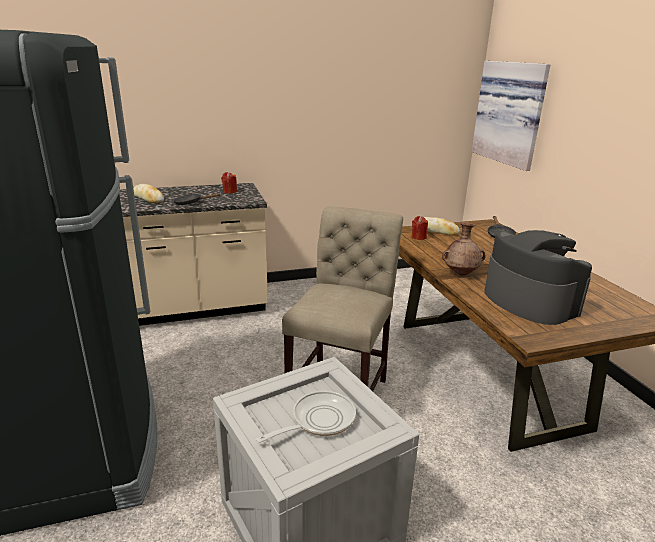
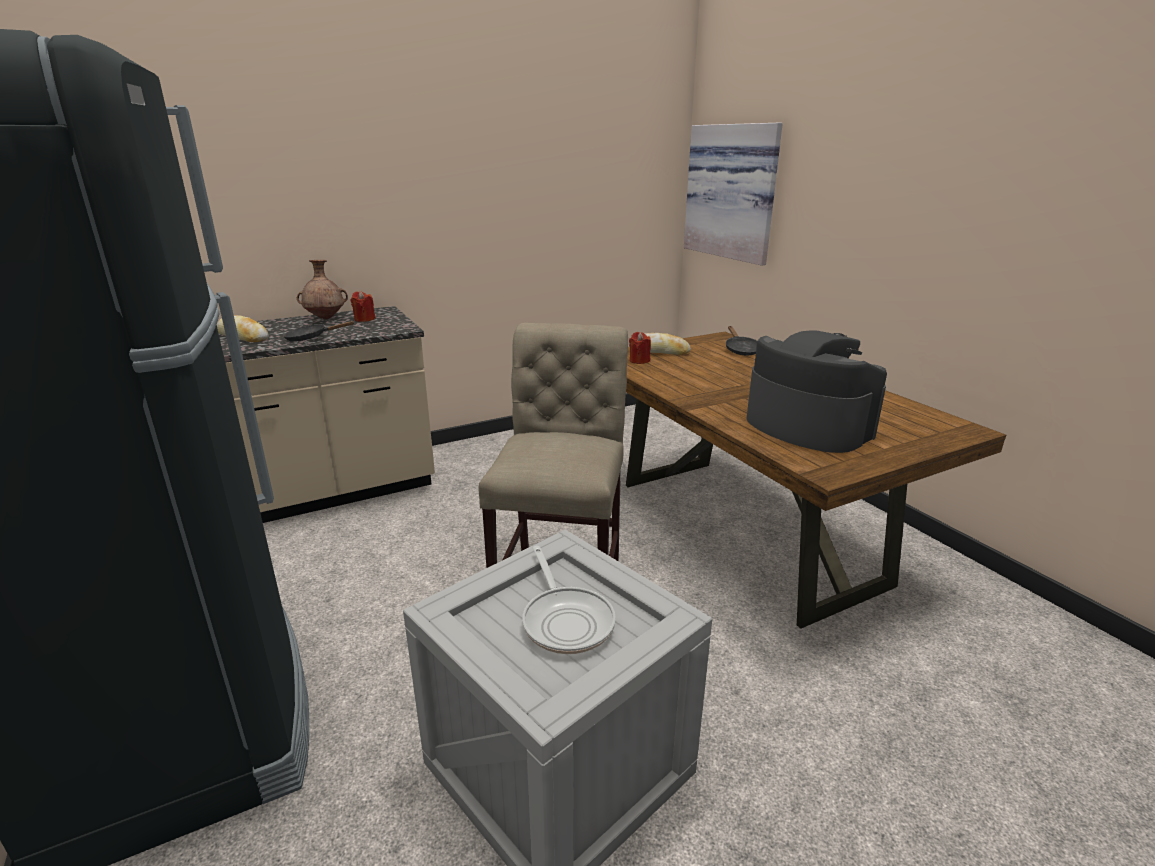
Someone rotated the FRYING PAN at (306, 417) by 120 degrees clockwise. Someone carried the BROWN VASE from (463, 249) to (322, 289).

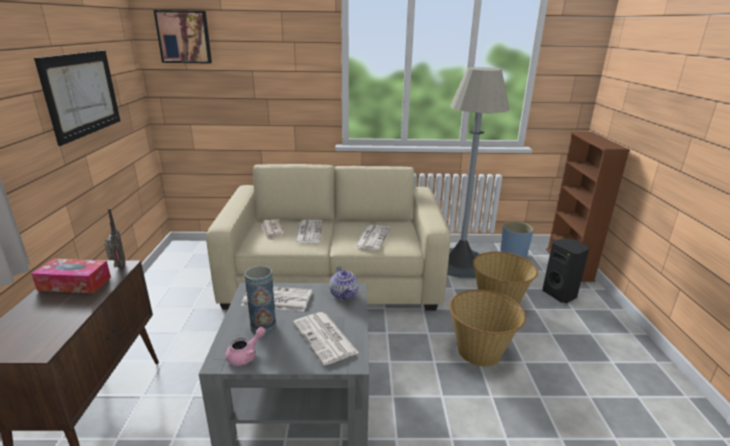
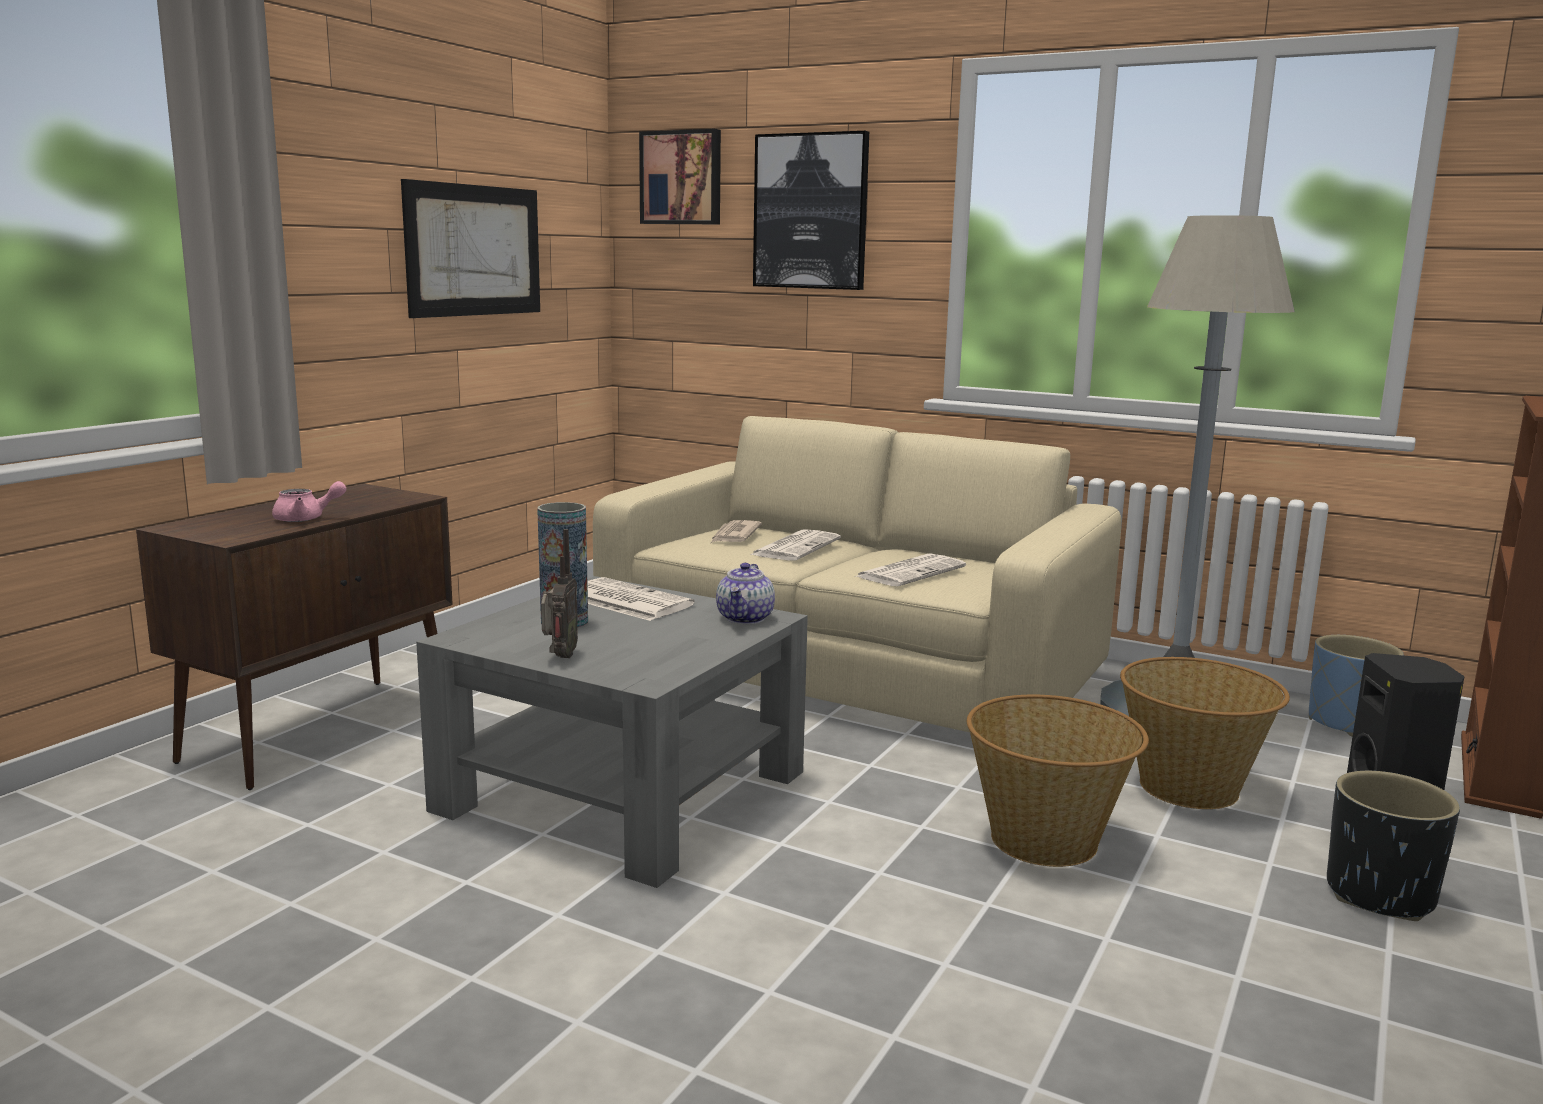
Someone took away the TISSUE BOX at (71, 276). Someone carried the RADIO from (114, 238) to (559, 593). Someone carried the PINK TEAPOT from (246, 346) to (309, 501). Someone took away the NEWSPAPER at (326, 338). Someone put up the PICTURE at (811, 210). Someone put down the BLACK PLANTER at (1393, 846).

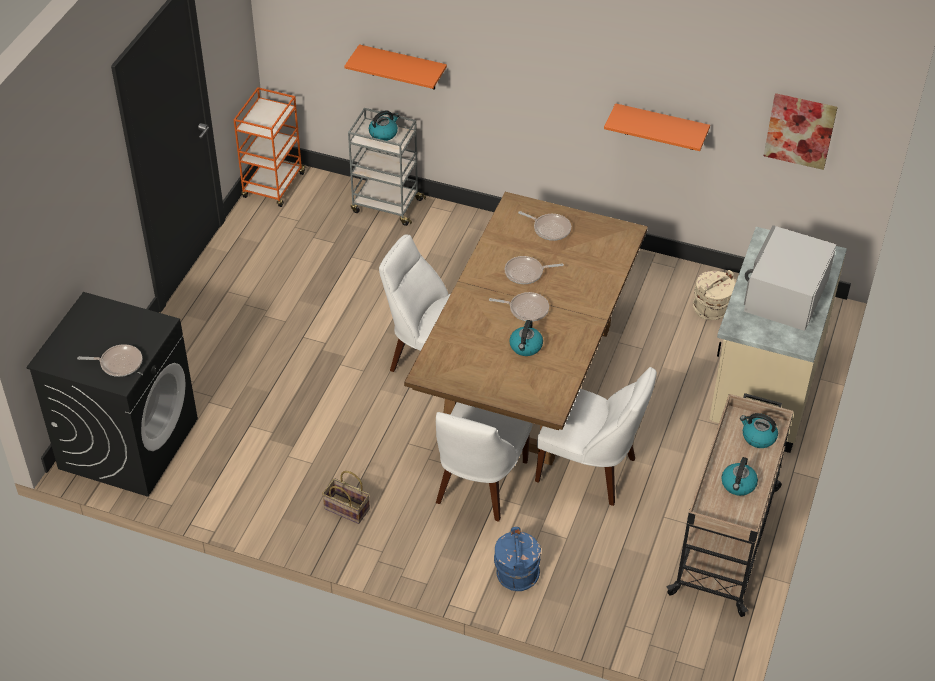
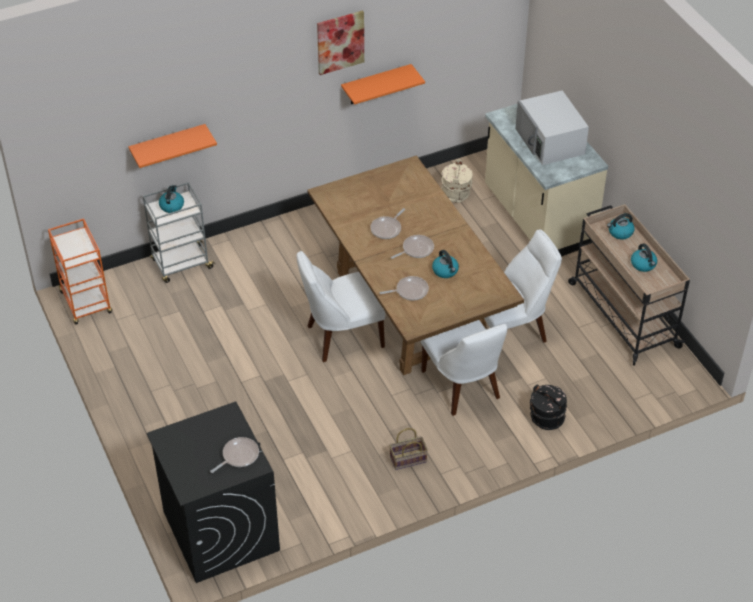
Someone repainted the BLUE BUCKET at (517, 559), which became the BLACK BUCKET at (548, 407). Someone carried the FRYING PAN from (544, 226) to (404, 288). Someone carried the PICTURE from (801, 131) to (340, 43).

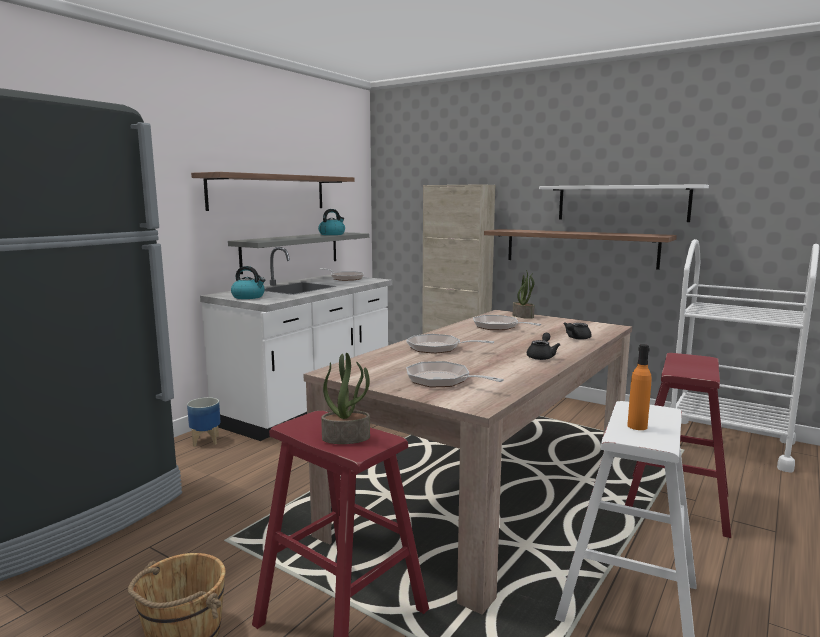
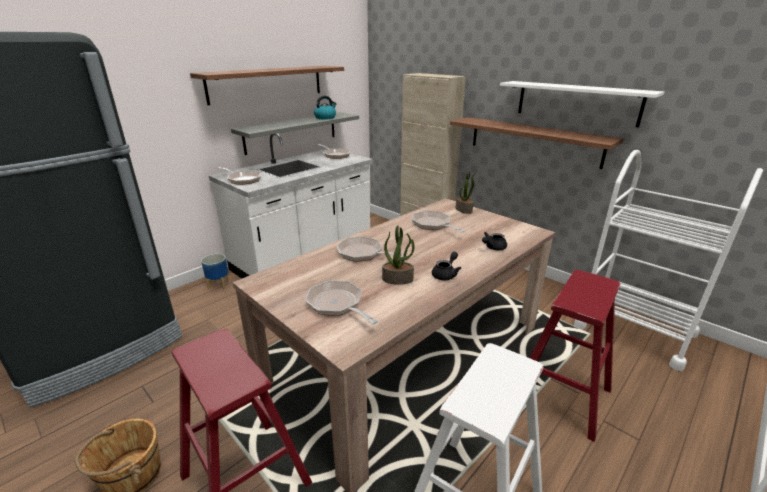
Someone swapped the KETTLE at (248, 282) for the FRYING PAN at (239, 176). Someone carried the POTTED PLANT from (345, 398) to (398, 255). Someone took away the ORANGE BOTTLE at (639, 387).

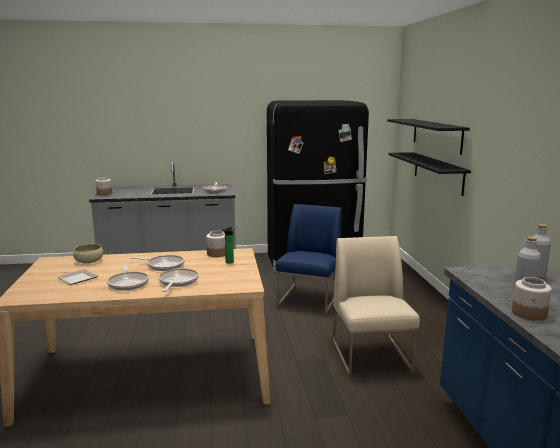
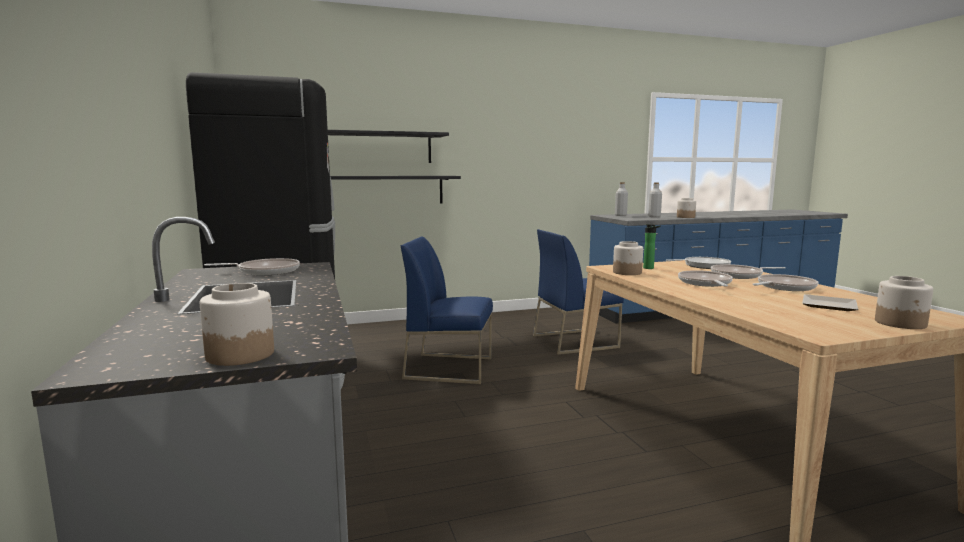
Someone took away the BEIGE BOWL at (88, 254). Someone repainted the BEIGE CHAIR at (376, 306), which became the BLUE CHAIR at (578, 292). Someone put down the FRYING PAN at (698, 263). Someone put down the JAR at (904, 302).

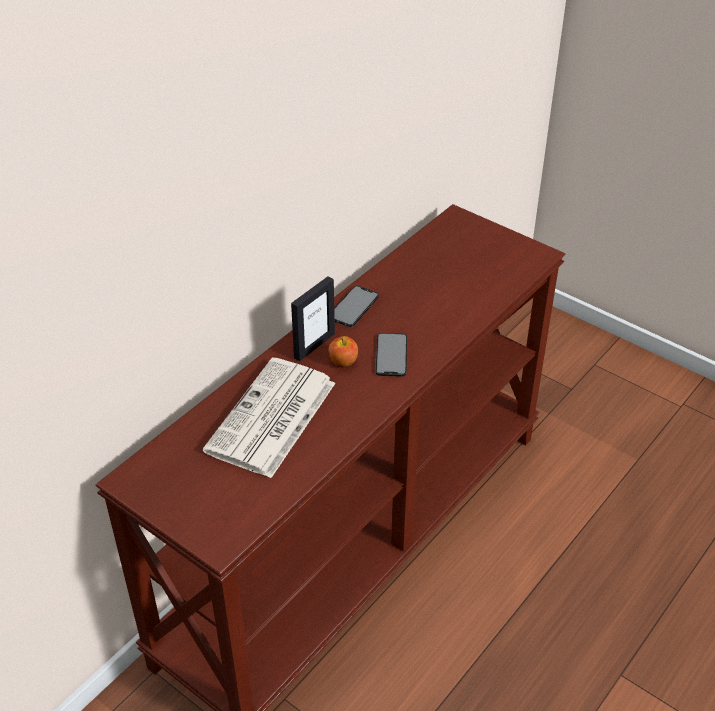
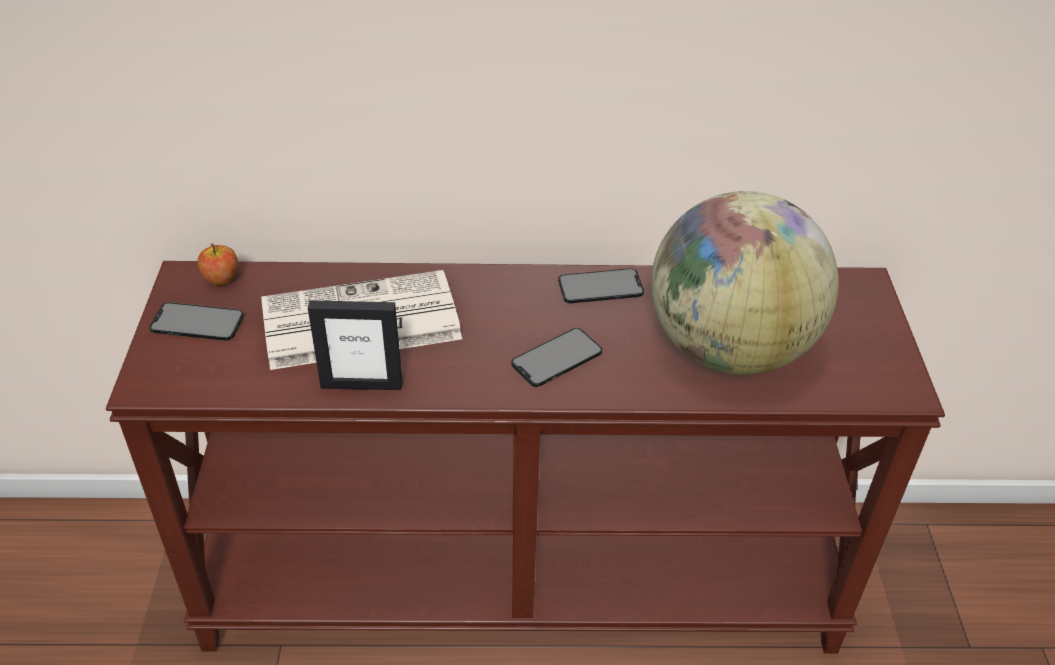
Someone carried the PICTURE FRAME from (313, 318) to (355, 345). Someone carried the APPLE from (343, 351) to (217, 264). Someone put down the PHONE at (197, 321). Someone put down the GLOBE at (745, 283).

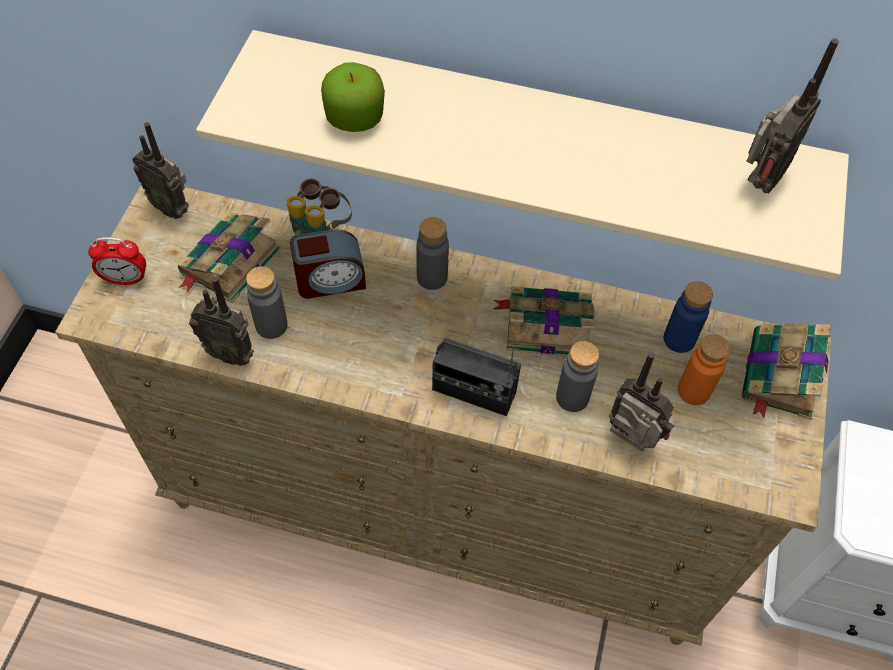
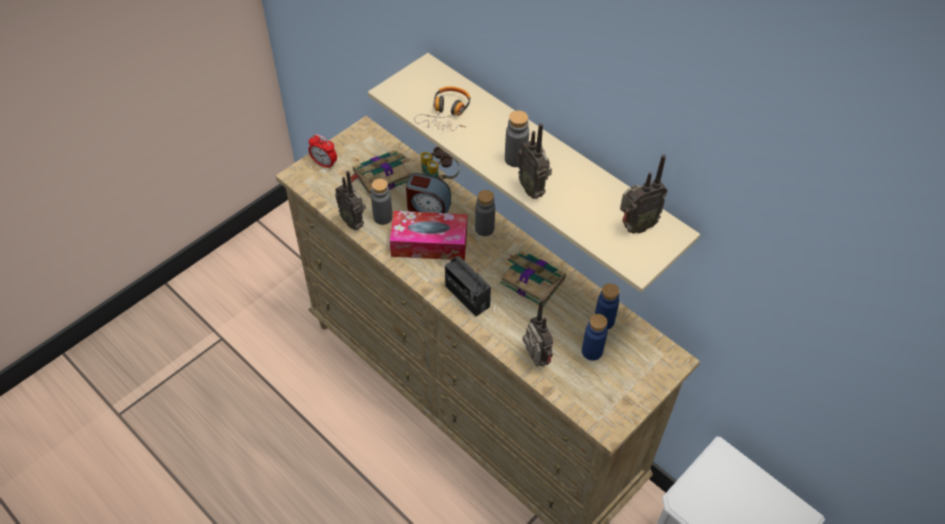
Someone carried the RADIO from (160, 170) to (535, 161). Someone swapped the APPLE at (353, 97) for the HEADPHONES at (442, 108). Someone carried the GREY BOTTLE from (577, 376) to (517, 139). Someone repainted the ORANGE BOTTLE at (704, 369), which became the BLUE BOTTLE at (595, 337). Someone took away the BOOK at (786, 372). Someone put down the TISSUE BOX at (428, 235).

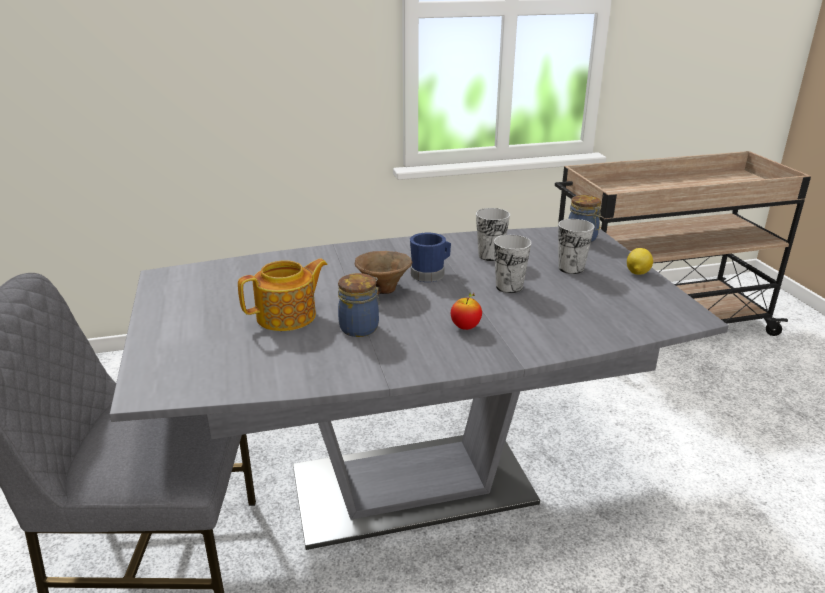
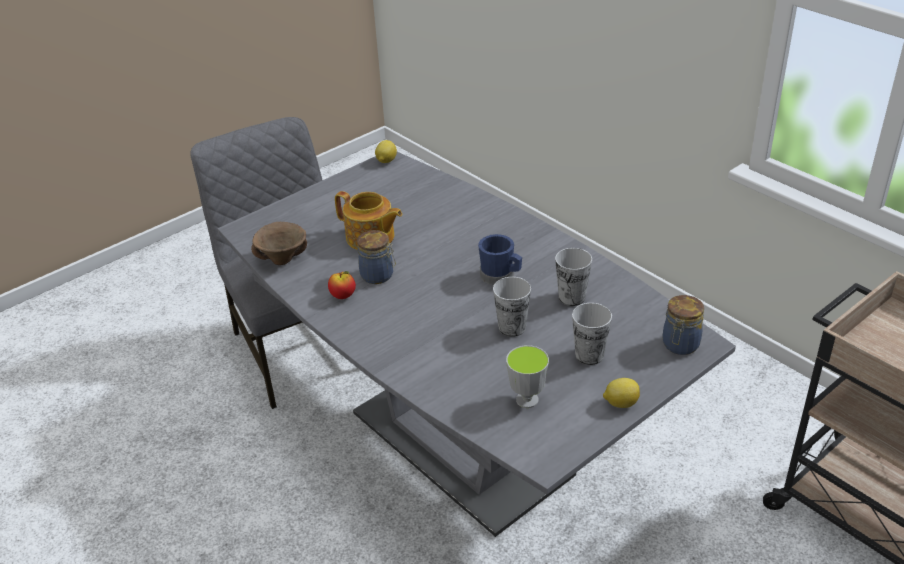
Someone carried the BROWN BOWL from (383, 273) to (279, 243). Someone carried the APPLE from (466, 311) to (342, 285). Someone put down the LEMON at (386, 151). Someone put down the CUP at (527, 376).

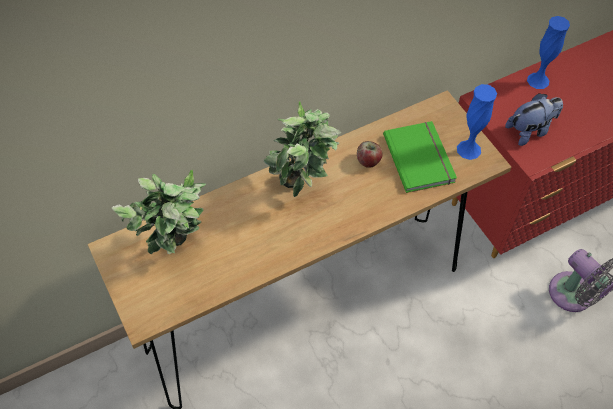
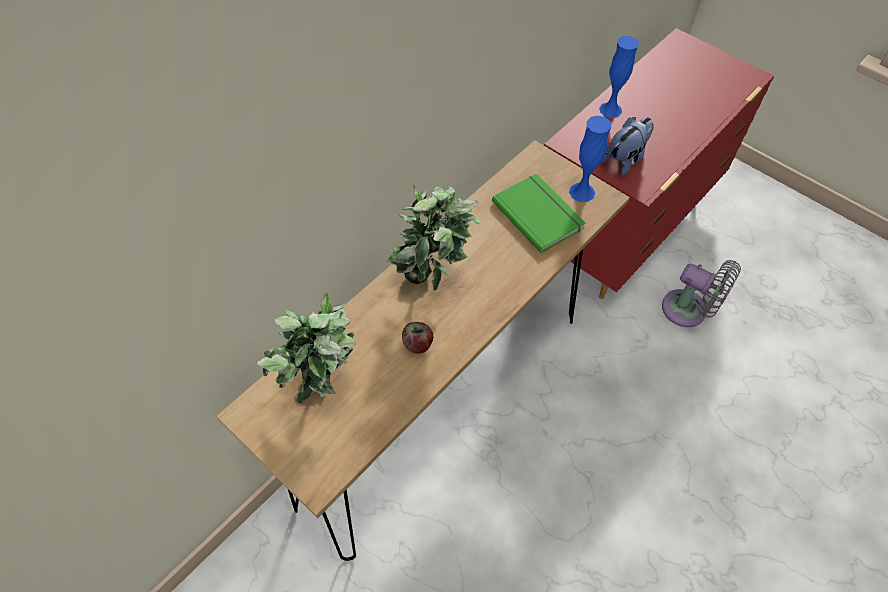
Someone carried the APPLE from (369, 154) to (417, 338).

